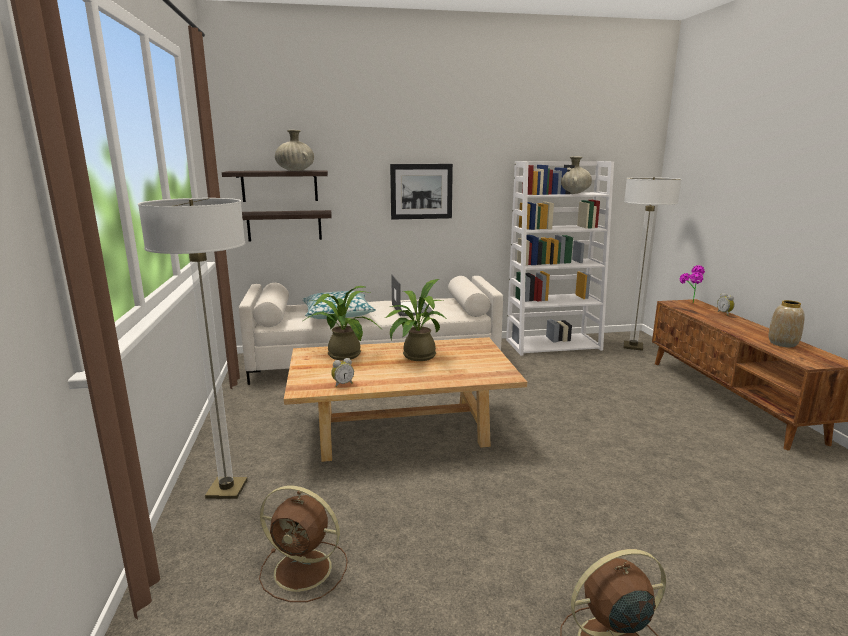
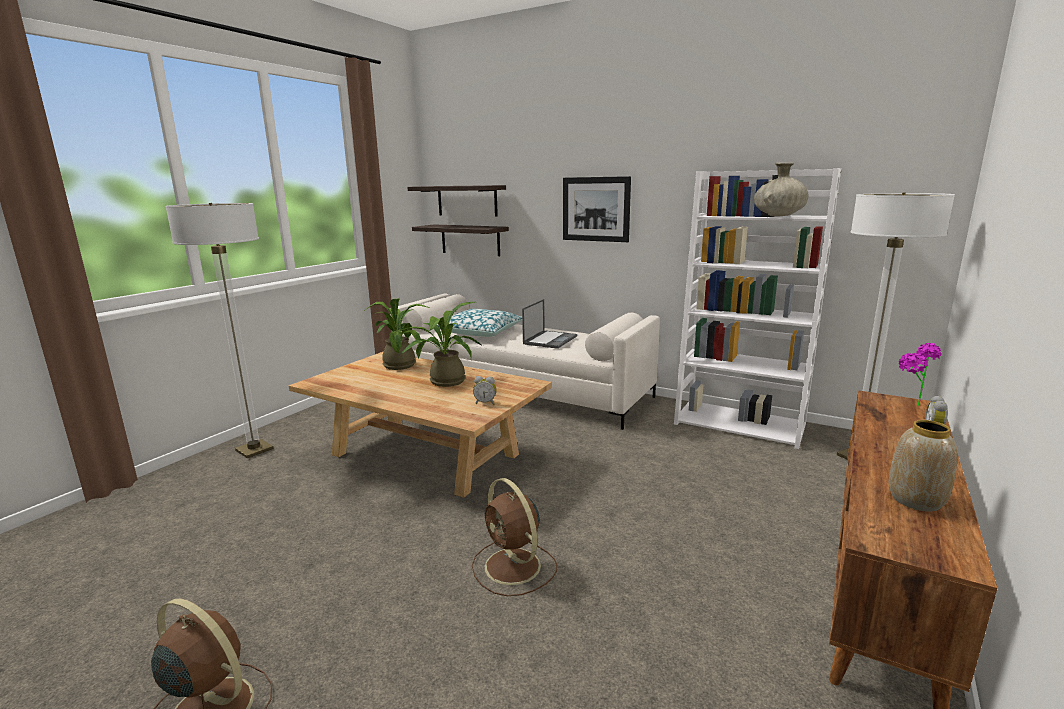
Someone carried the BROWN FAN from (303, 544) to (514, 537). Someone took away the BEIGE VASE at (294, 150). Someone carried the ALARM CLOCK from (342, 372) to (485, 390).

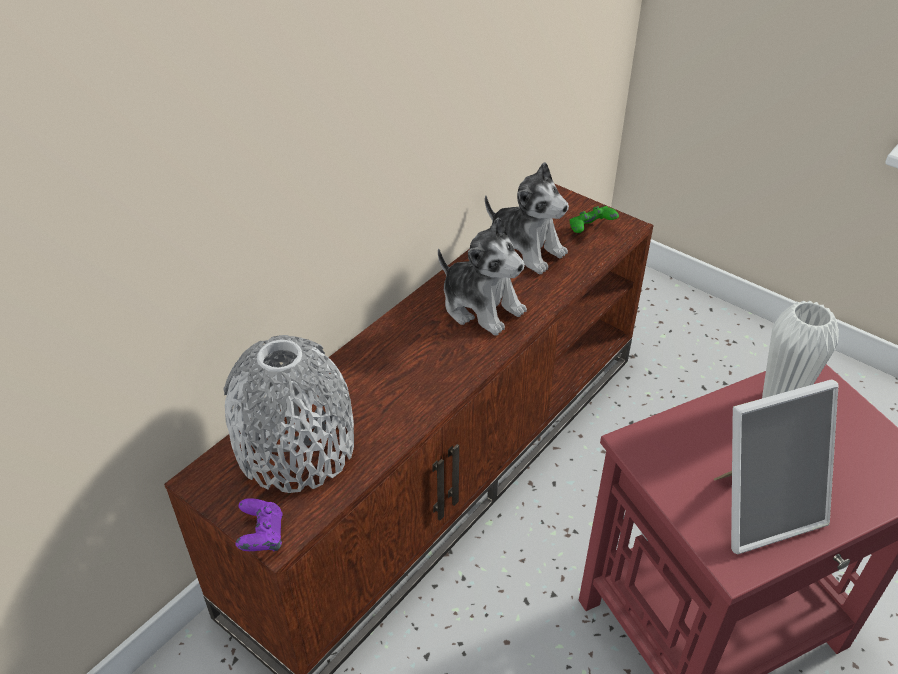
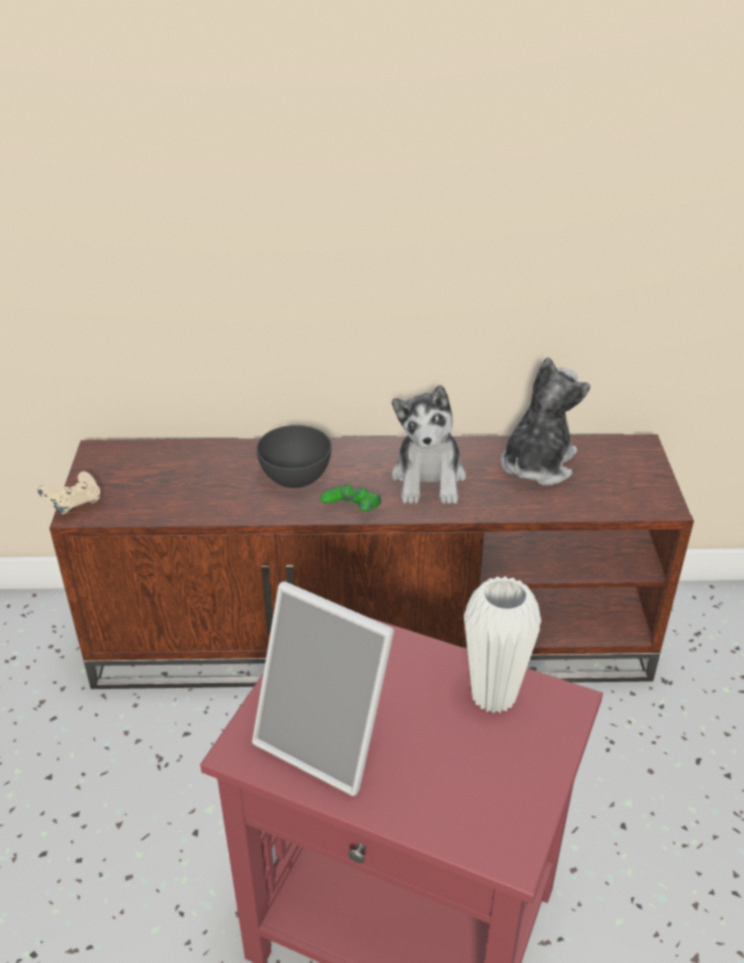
Someone took away the GREY VASE at (289, 414). Someone repainted the PURPLE GAME CONTROLLER at (259, 525), which became the BEIGE GAME CONTROLLER at (69, 493). Someone rotated the PLUSH TOY at (527, 218) by 150 degrees counterclockwise. Someone carried the GREEN GAME CONTROLLER from (594, 219) to (350, 497). Someone put down the GREY BOWL at (293, 456).

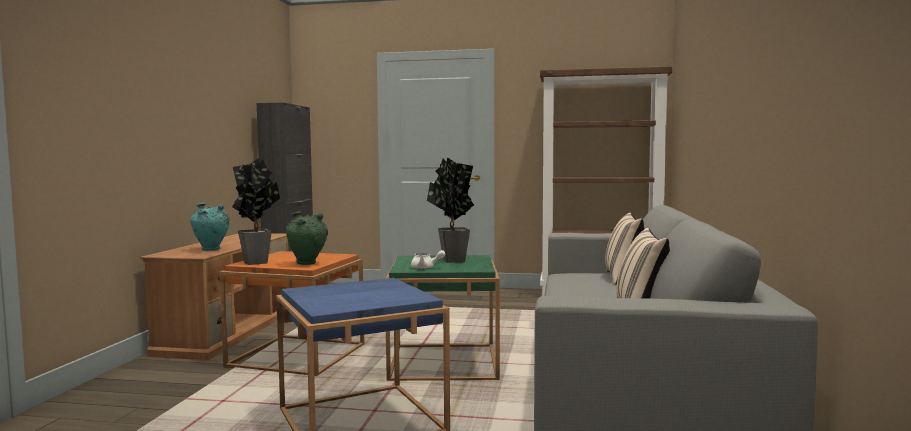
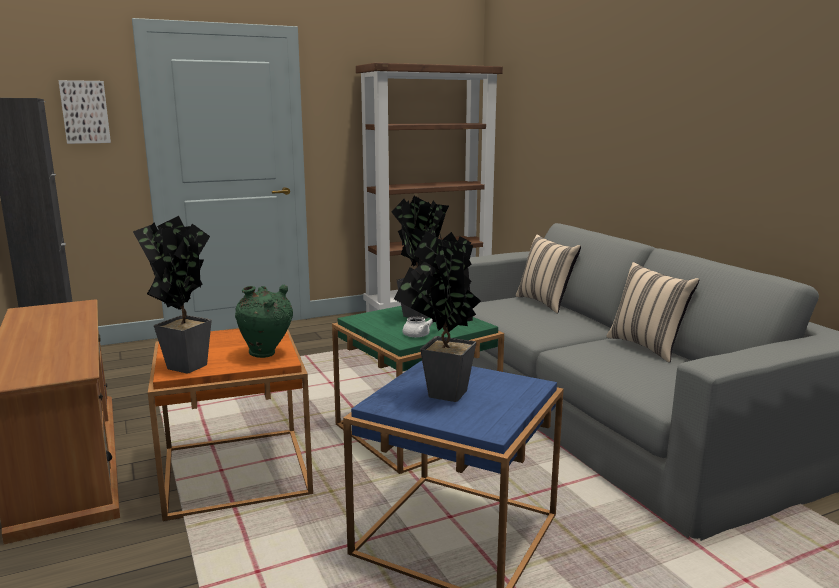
Someone took away the TURQUOISE VASE at (210, 227). Someone put up the PICTURE at (84, 112). Someone put down the POTTED PLANT at (437, 316).

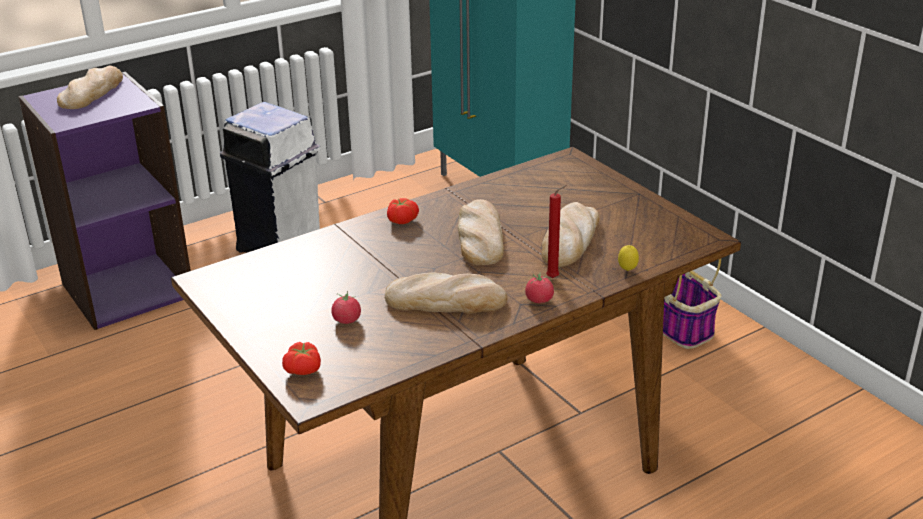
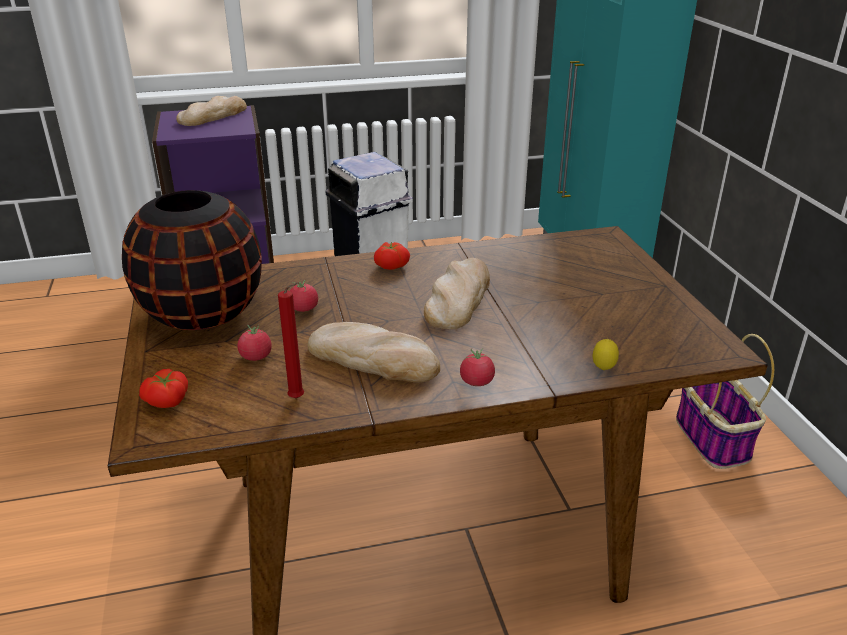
Someone took away the BREAD at (570, 234). Someone carried the RED CANDLE from (556, 231) to (291, 340). Someone put down the BLACK VASE at (192, 260). Someone put down the TOMATO at (304, 296).

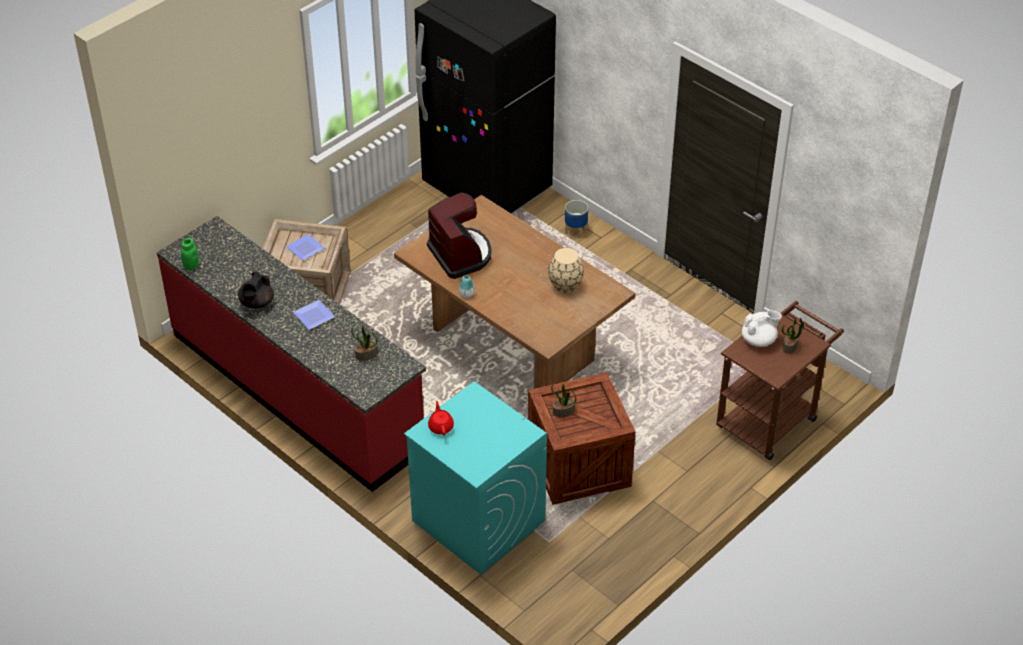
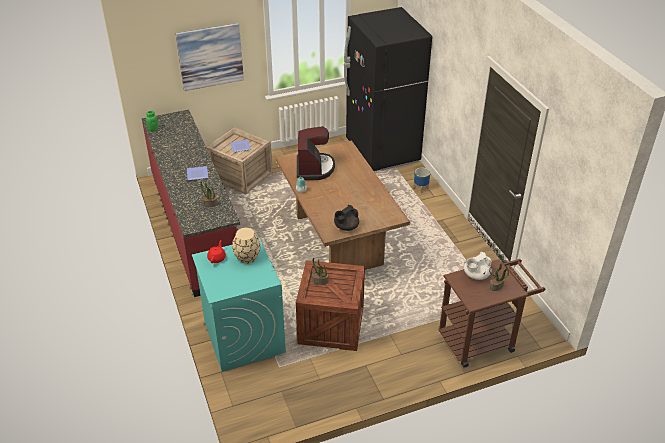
Someone carried the BLACK TEAPOT from (256, 290) to (346, 218). Someone carried the BEIGE VASE from (566, 270) to (246, 246). Someone rotated the WHITE TEAPOT at (762, 328) by 135 degrees clockwise. Someone put up the PICTURE at (210, 57).

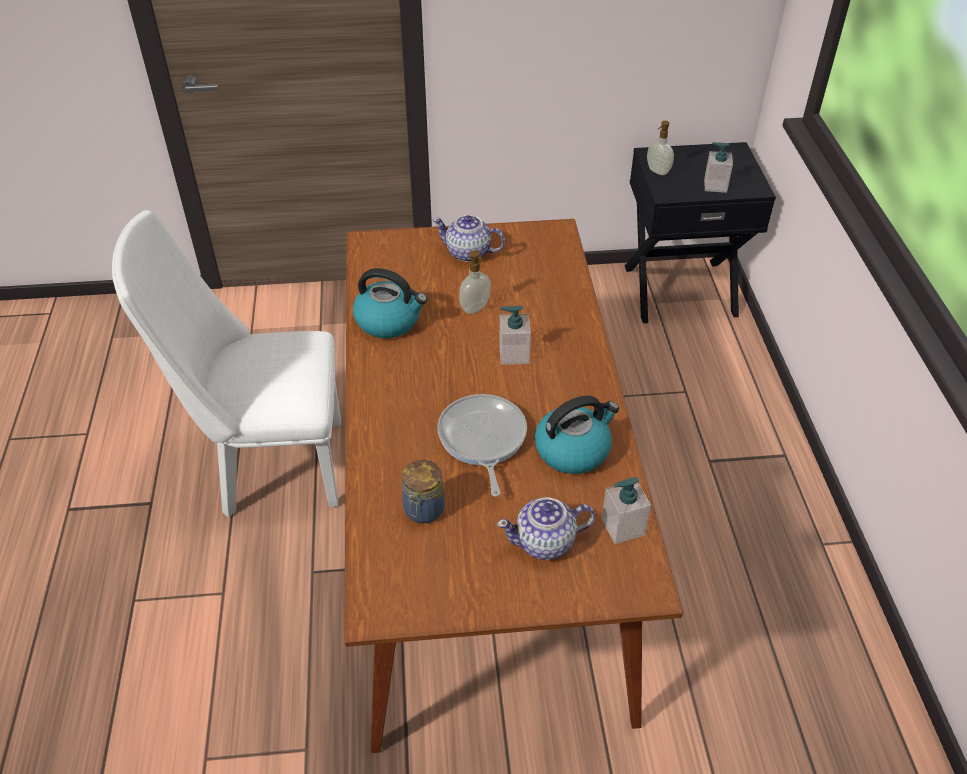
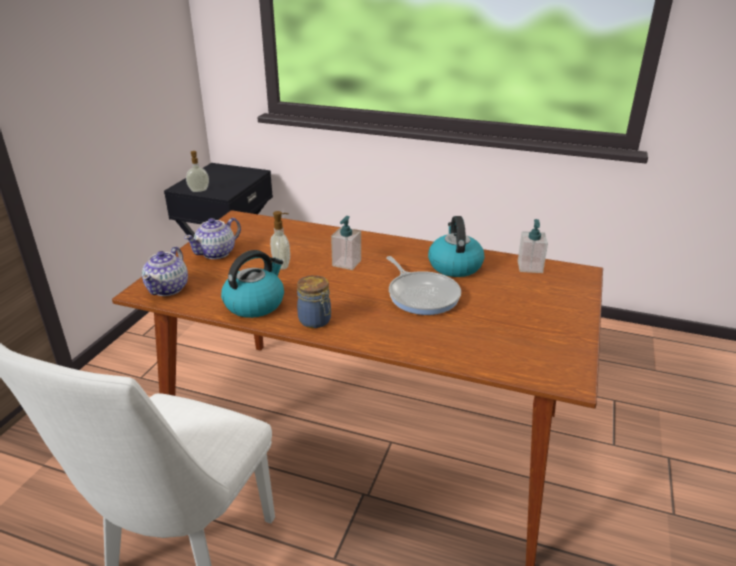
Someone carried the JAR from (423, 492) to (314, 301). Someone rotated the FRYING PAN at (482, 445) by 135 degrees counterclockwise. Someone carried the TEAPOT from (546, 528) to (165, 271). Someone took away the SOAP DISPENSER at (718, 167).

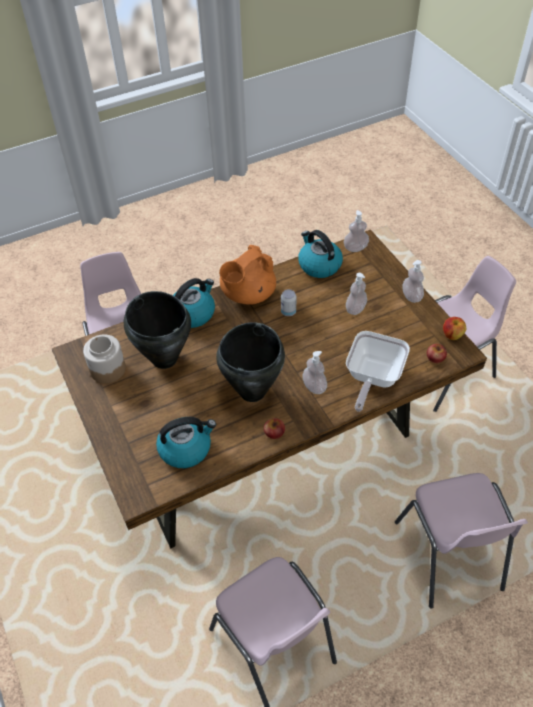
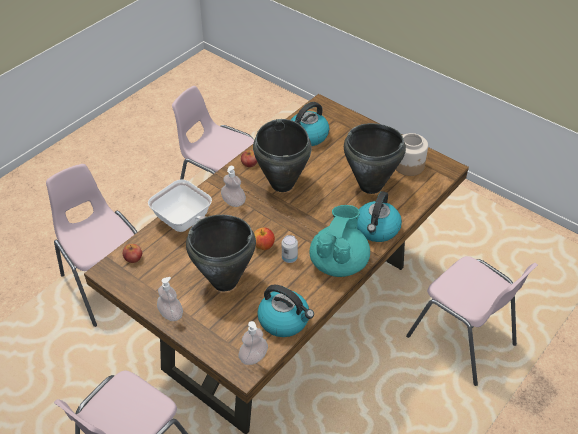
Someone repainted the ORANGE TEAPOT at (247, 275), which became the TURQUOISE TEAPOT at (340, 241). Someone swapped the SOAP DISPENSER at (356, 294) for the BLACK COOKING POT at (221, 253). Someone rotated the FRYING PAN at (378, 371) by 135 degrees clockwise. Someone carried the APPLE from (454, 328) to (264, 238).

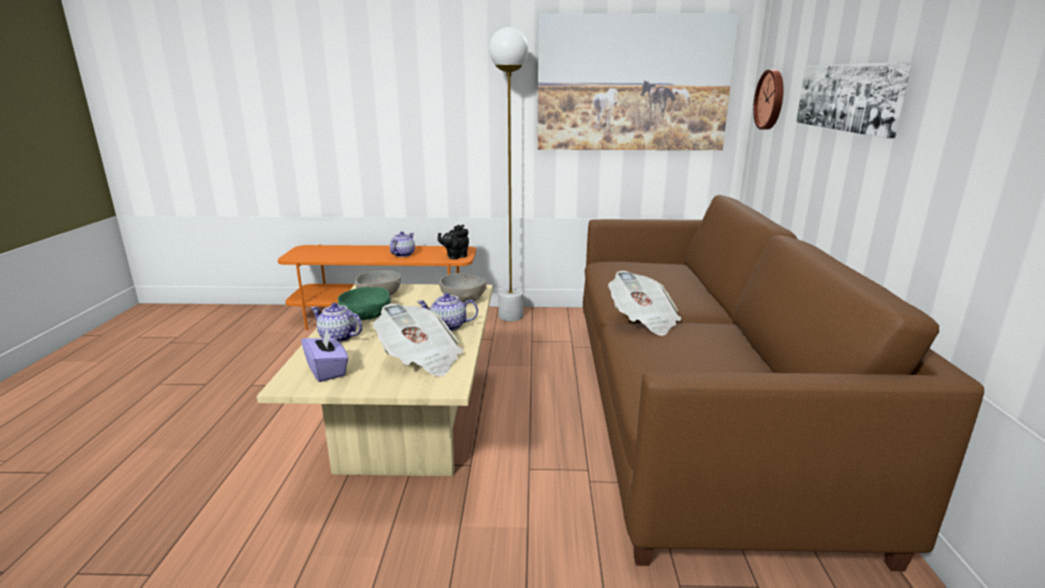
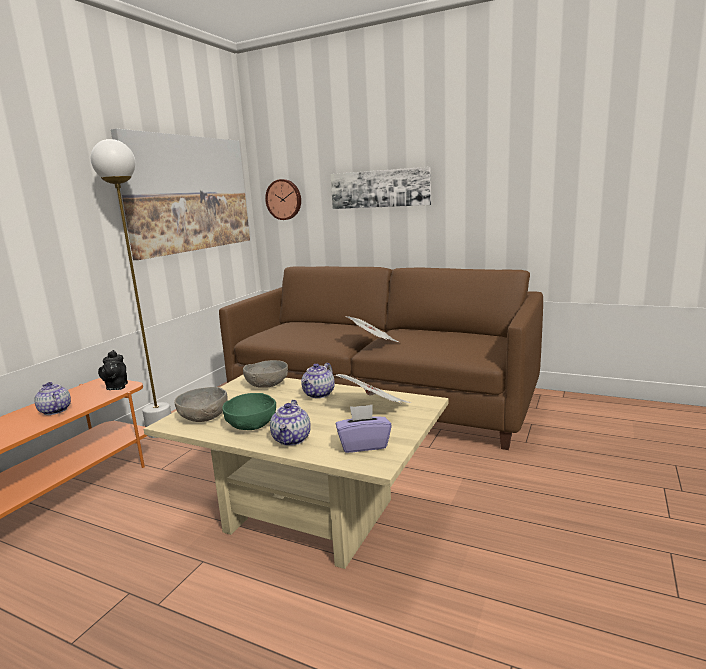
Someone rotated the TEAPOT at (337, 322) by 45 degrees counterclockwise.

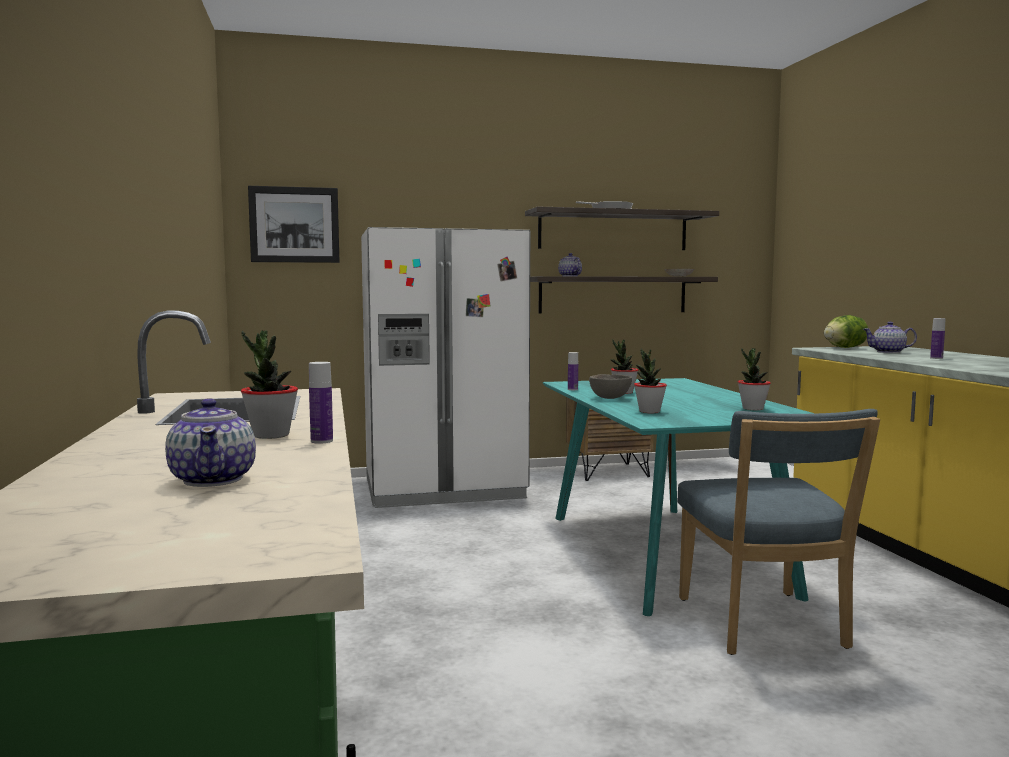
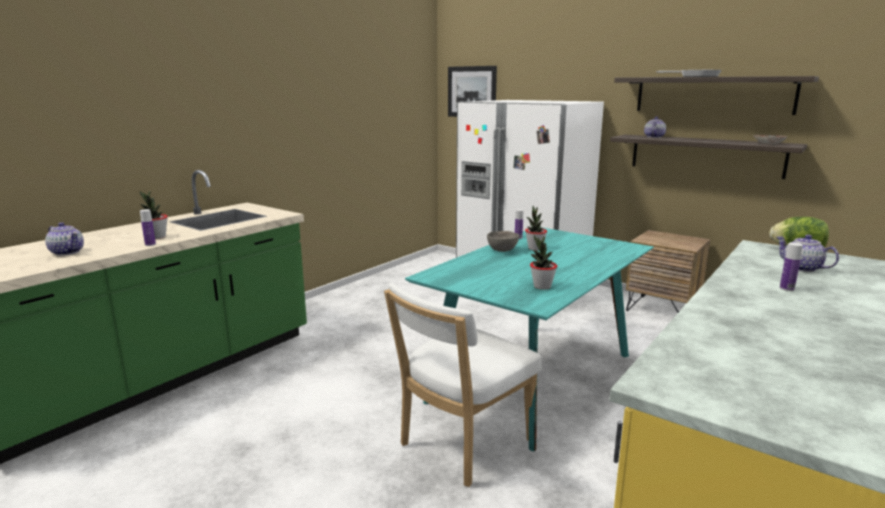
Someone rotated the TEAPOT at (210, 442) by 90 degrees counterclockwise. Someone took away the POTTED PLANT at (650, 380). Someone repainted the BLUE CHAIR at (779, 532), which became the WHITE CHAIR at (463, 385).

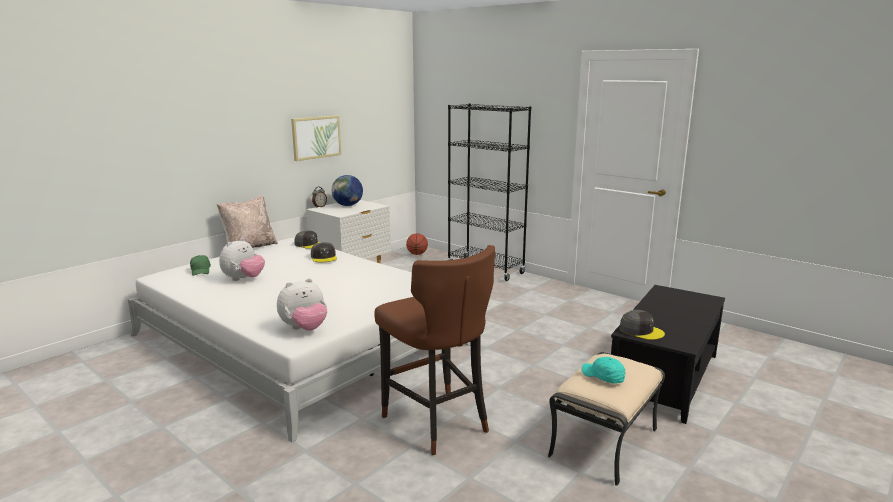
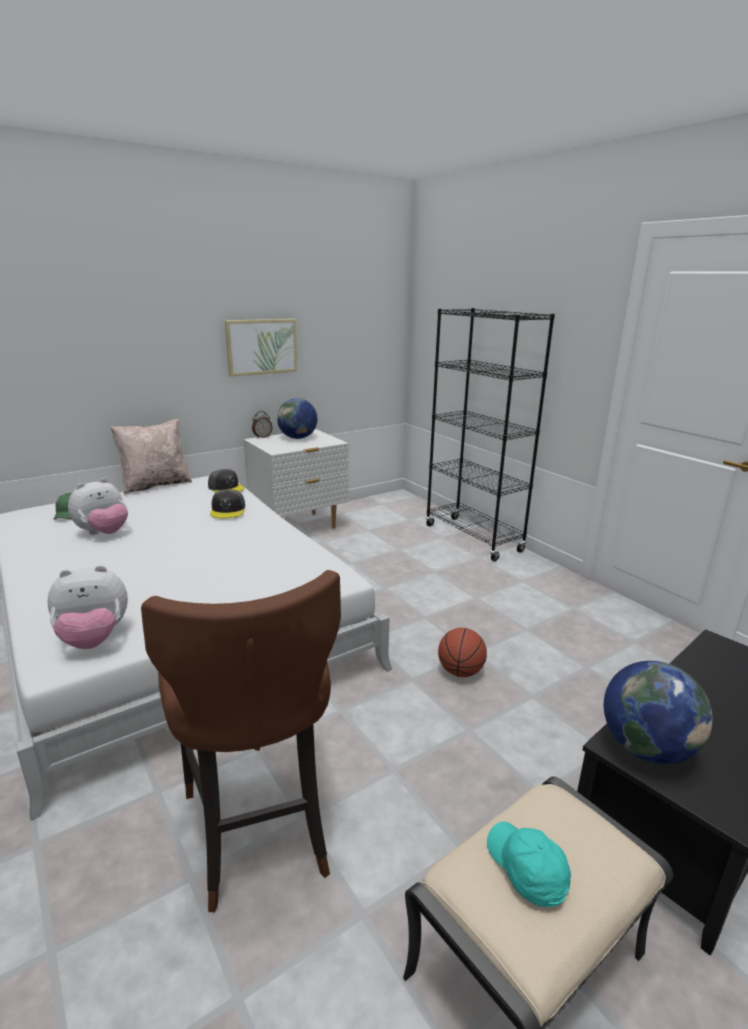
Someone carried the BASKETBALL from (417, 244) to (462, 652). Someone swapped the GREY CAP at (642, 325) for the GLOBE at (658, 712).

